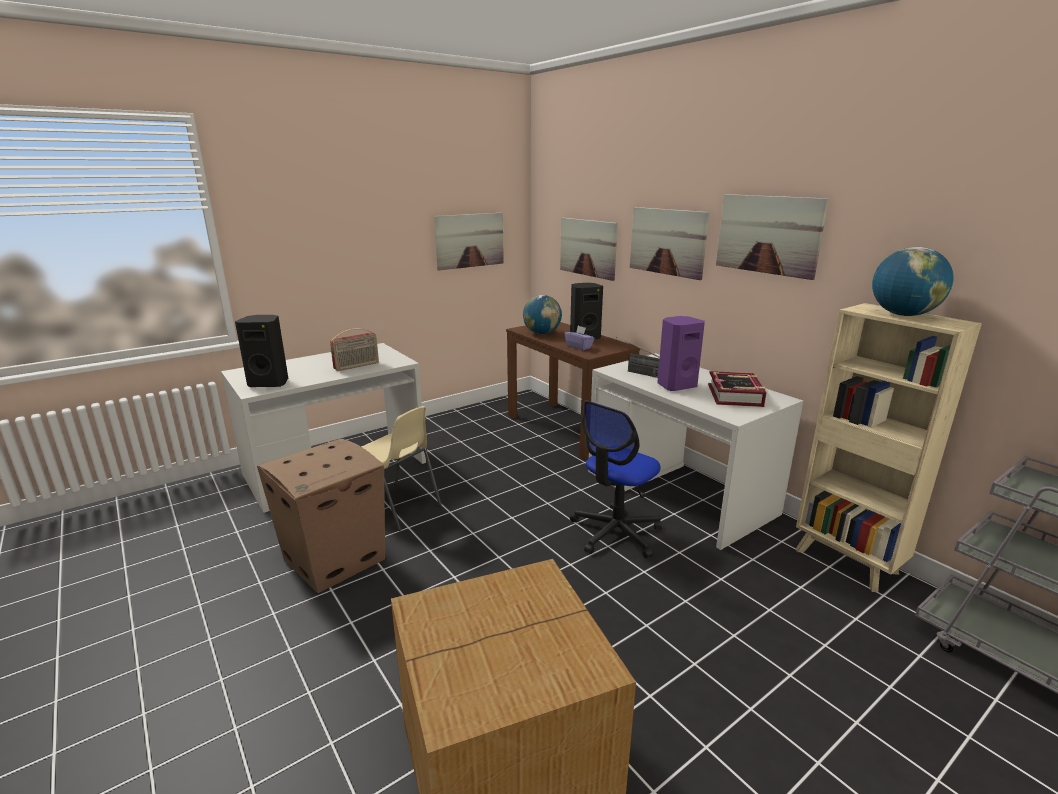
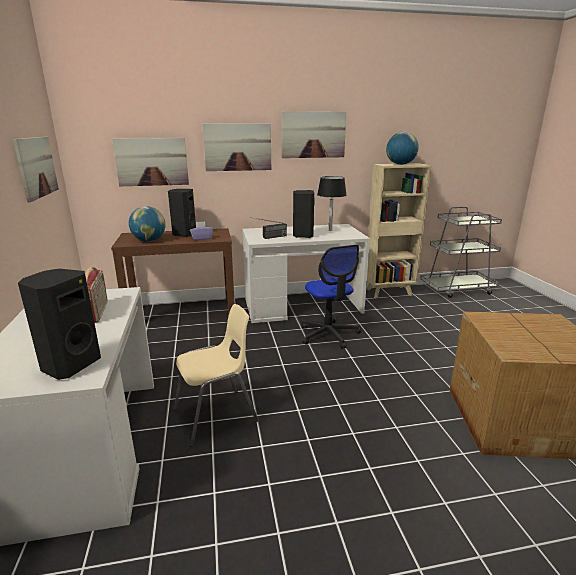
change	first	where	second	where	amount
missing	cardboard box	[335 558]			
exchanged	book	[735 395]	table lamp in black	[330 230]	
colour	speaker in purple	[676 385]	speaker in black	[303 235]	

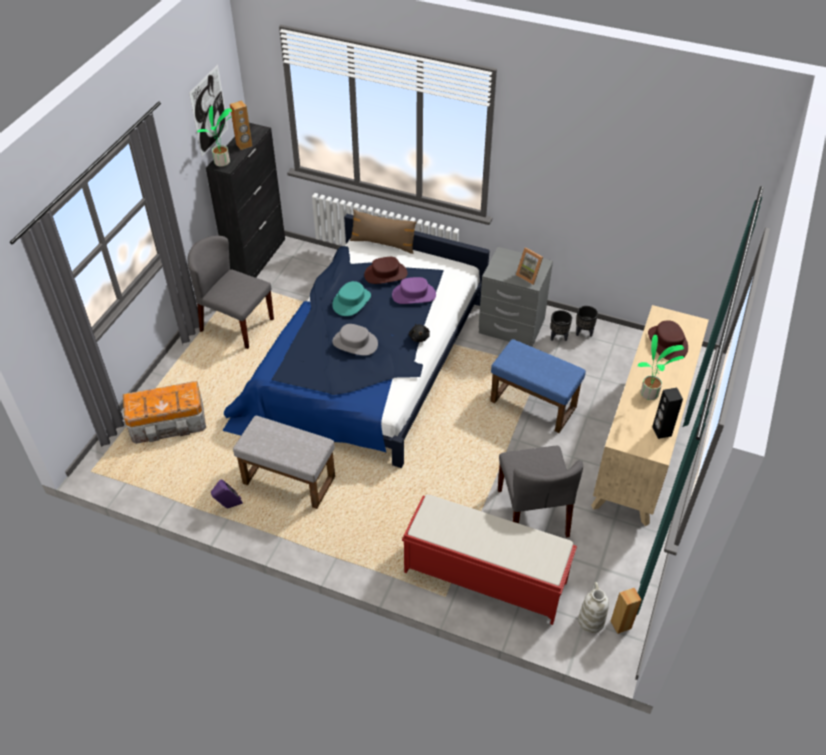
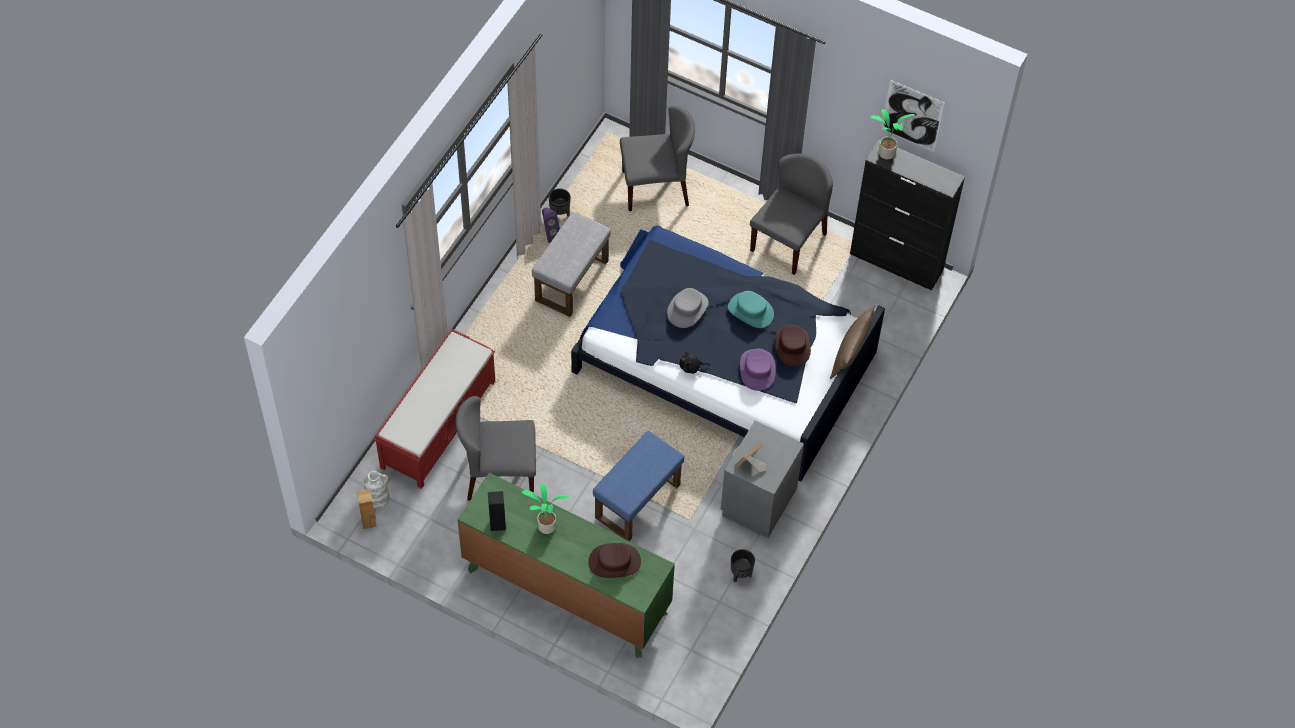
change	first	where	second	where	amount
missing	speaker in brown	[244 145]			
relocated	planter in black	[558 337]		[559 214]	
exchanged	storage box	[169 424]	chair in grey	[656 188]	
colour	dresser in beige	[641 446]	dresser in green	[566 591]	

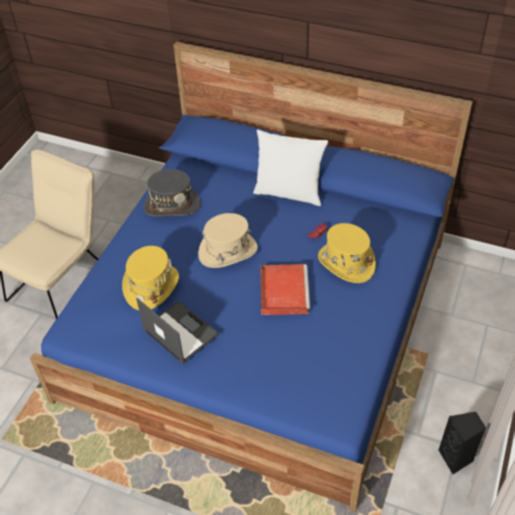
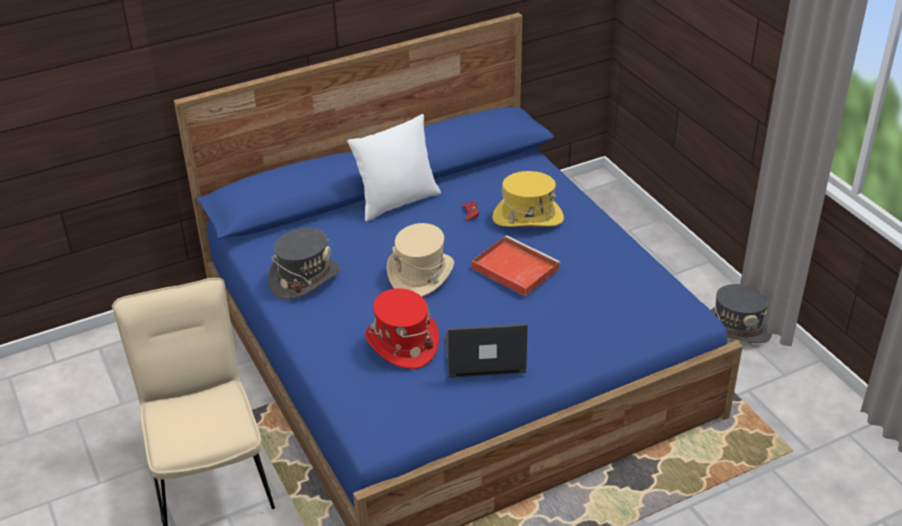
change	first	where	second	where	amount
exchanged	speaker in black	[456 458]	hat in grey	[736 328]	
colour	hat in yellow	[151 286]	hat in red	[402 343]	

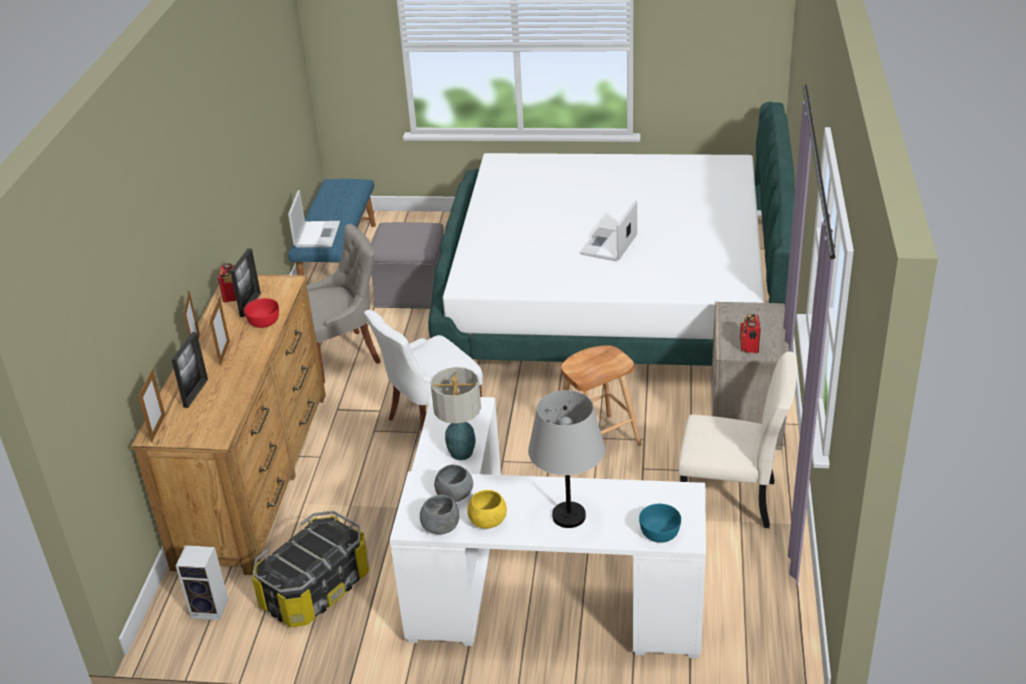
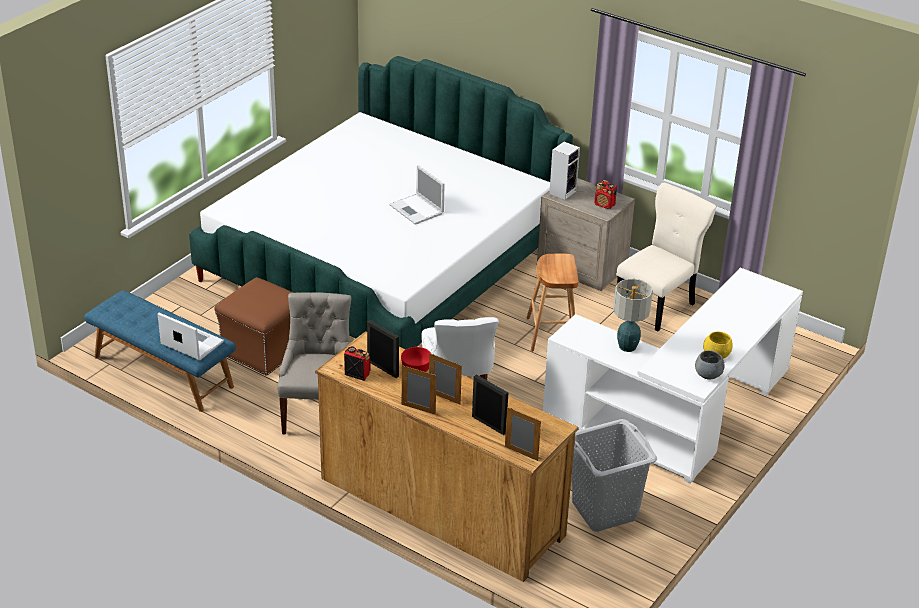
change	first	where	second	where	amount
missing	bowl in grey	[454 495]			
missing	table lamp in grey	[569 516]			
missing	bowl in turquoise	[659 533]			
relocated	speaker	[211 608]		[563 191]	
exchanged	storage box	[316 590]	laundry basket in grey	[605 511]	
colour	ottoman in grey	[411 291]	ottoman in brown	[264 350]	

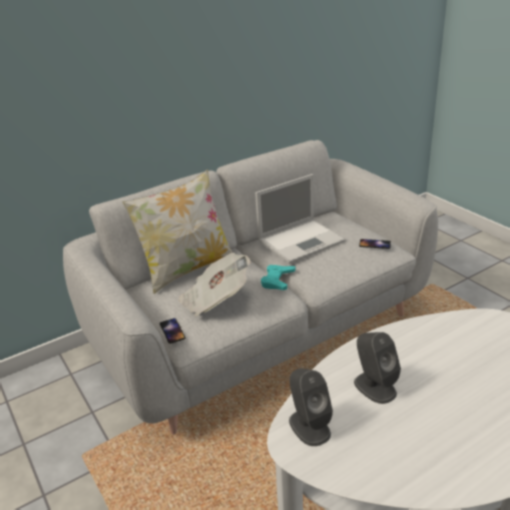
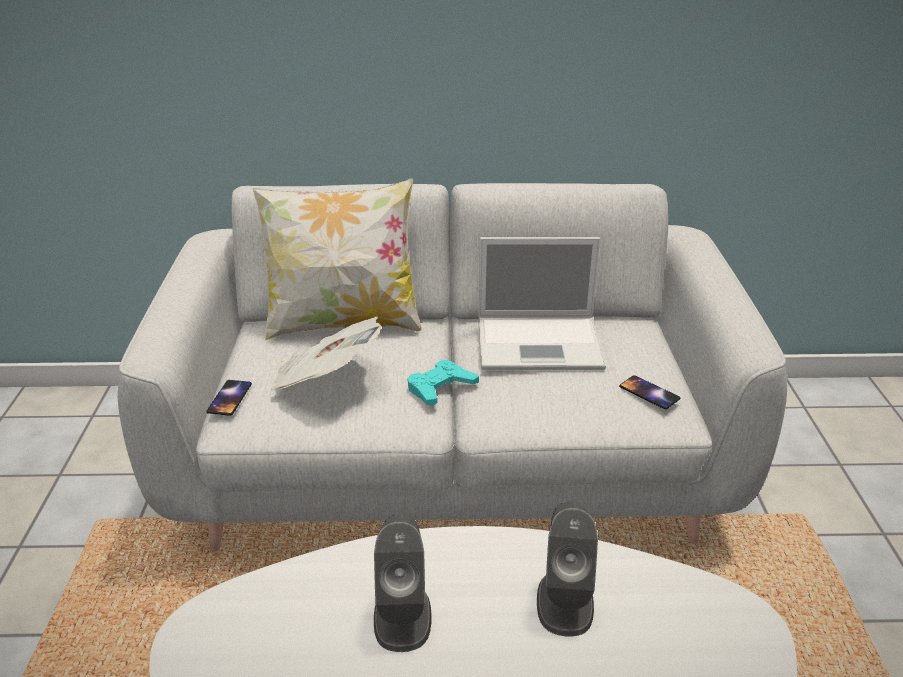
change	first	where	second	where	amount
relocated	speaker in grey	[309 426]		[565 602]	

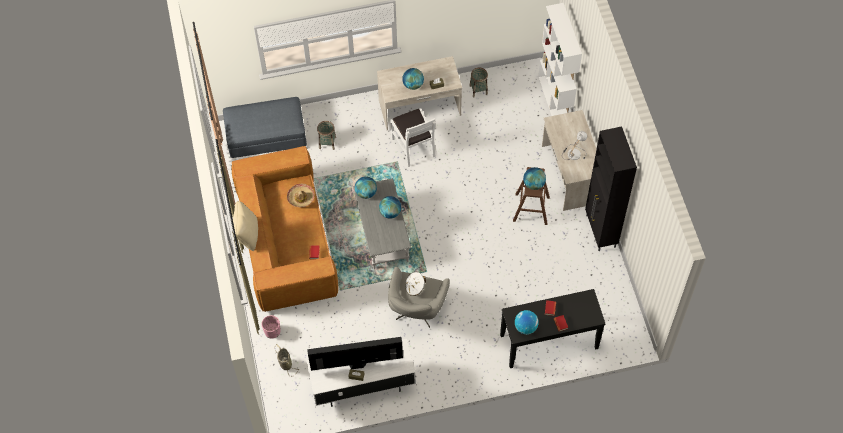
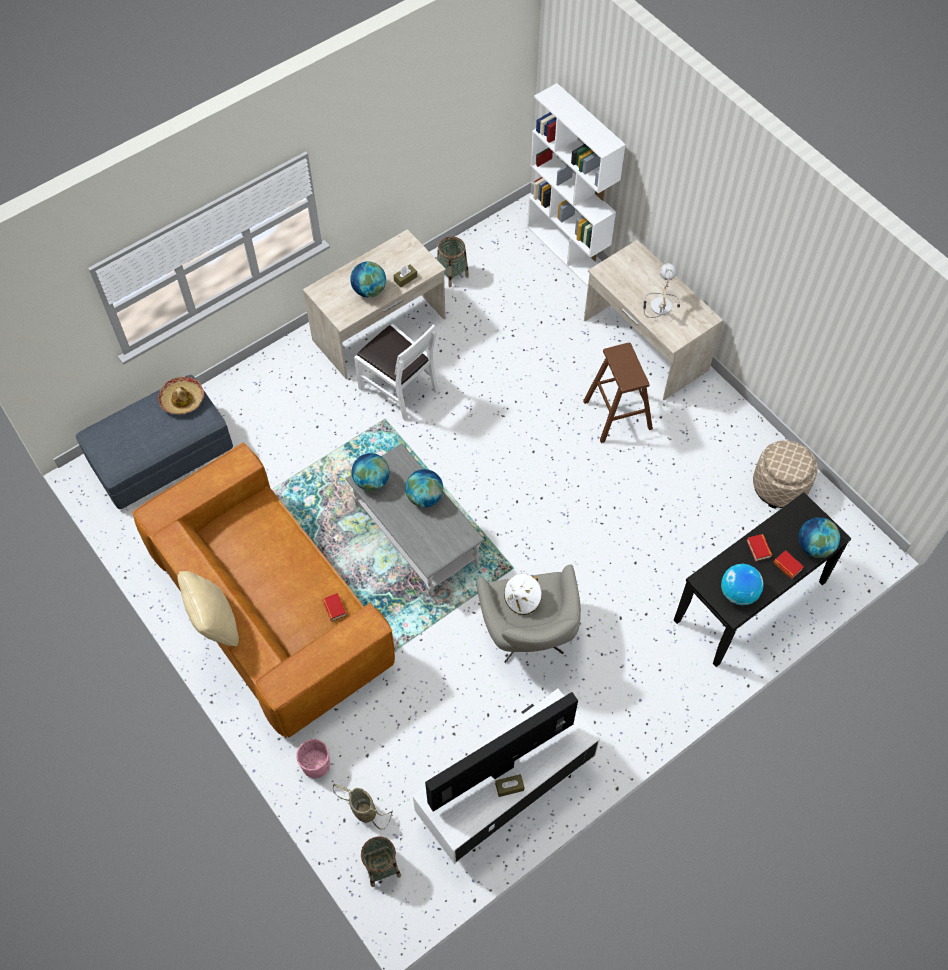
change	first	where	second	where	amount
missing	cabinet in black	[600 232]			
appeared			ottoman in beige	[779 486]	
relocated	hat	[301 197]		[182 399]	
relocated	basket	[327 143]		[381 867]	
relocated	globe	[534 184]		[814 546]	

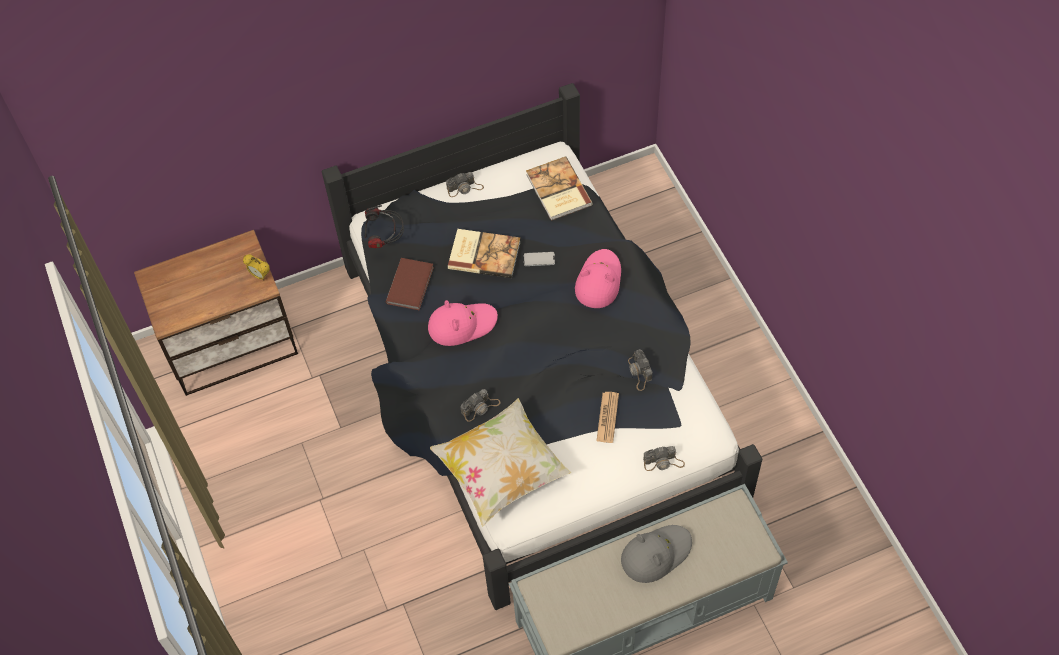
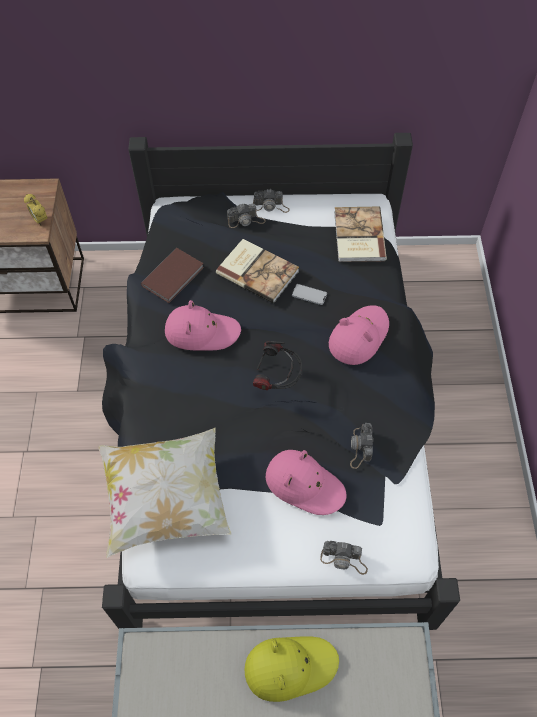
change	first	where	second	where	amount
relocated	headphones	[385 241]		[277 381]	
relocated	photo camera	[480 407]		[246 220]	
exchanged	newspaper	[607 417]	hat in pink	[305 484]	
colour	hat in grey	[655 554]	hat in yellow	[290 667]	

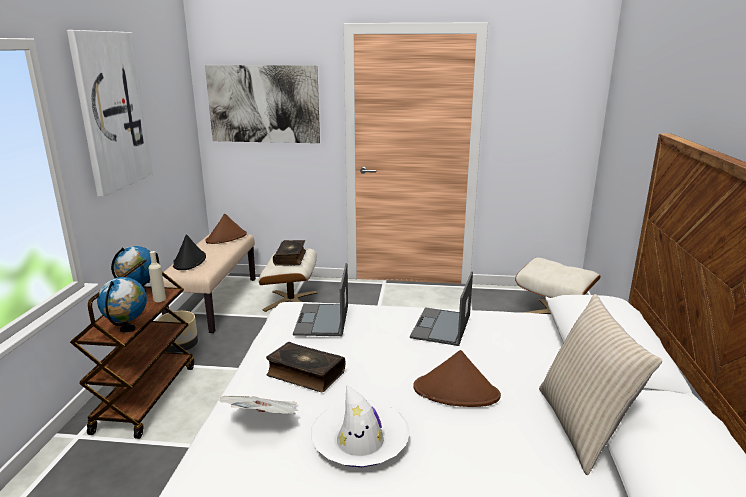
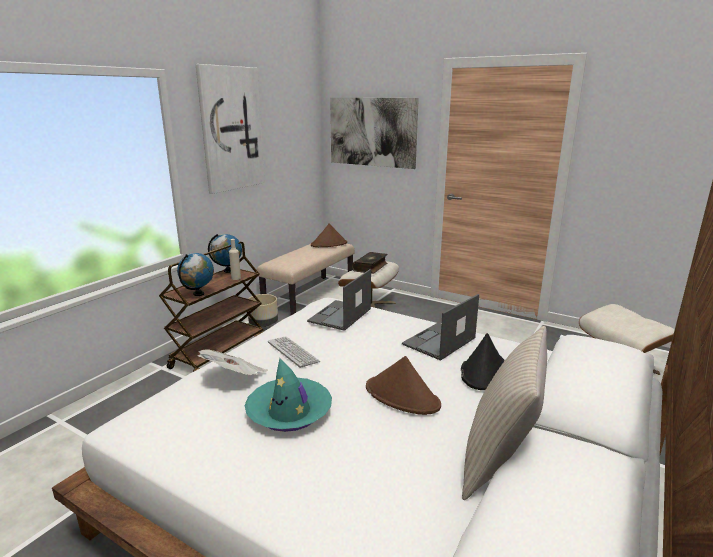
change	first	where	second	where	amount
relocated	hat in black	[189 261]		[483 371]	
exchanged	book	[305 374]	keyboard	[293 352]	
colour	hat in white	[360 442]	hat in turquoise	[289 411]	

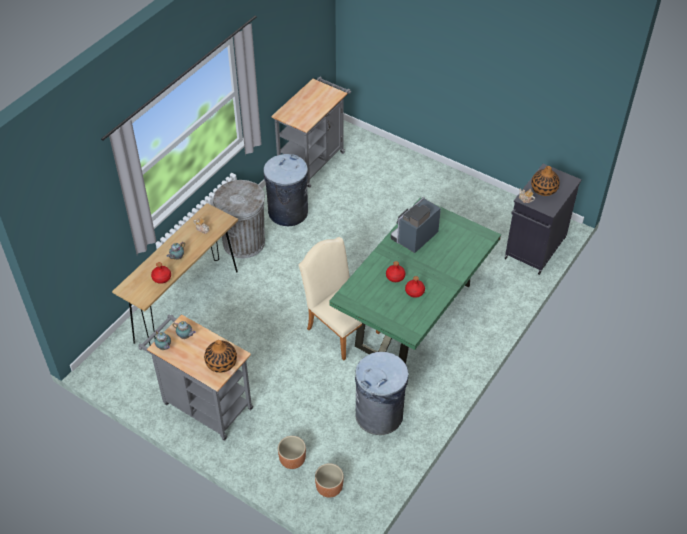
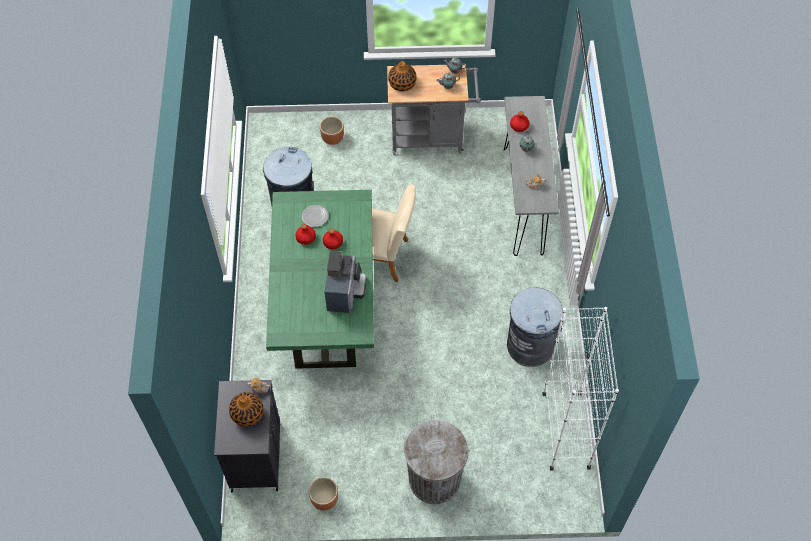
change	first	where	second	where	amount
appeared			plate	[314 216]	
relocated	trash can in grey	[243 243]		[434 479]	
relocated	planter in brown	[329 488]		[324 499]	
exchanged	cart in grey	[314 160]	bookcase in white	[566 430]	
colour	console table in brown	[186 306]	console table in grey	[523 200]	

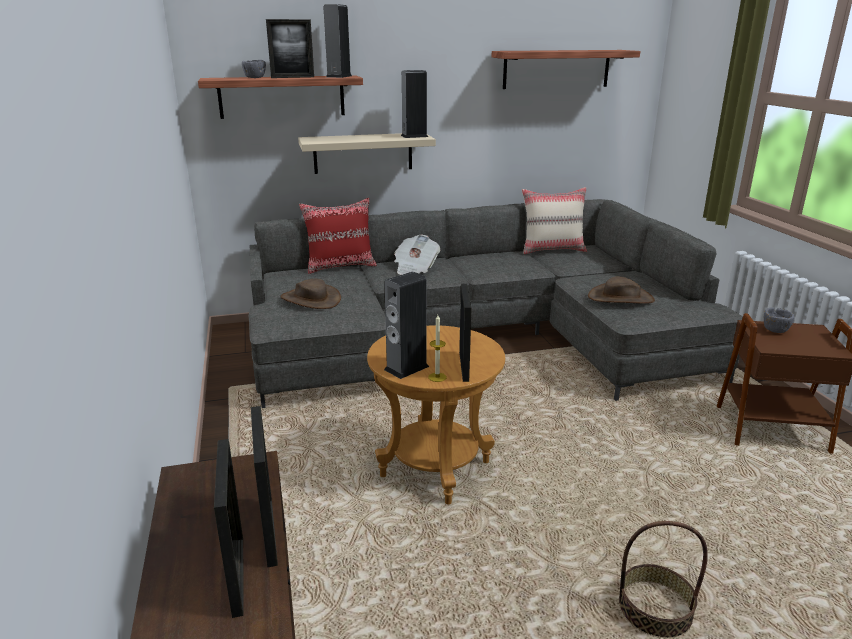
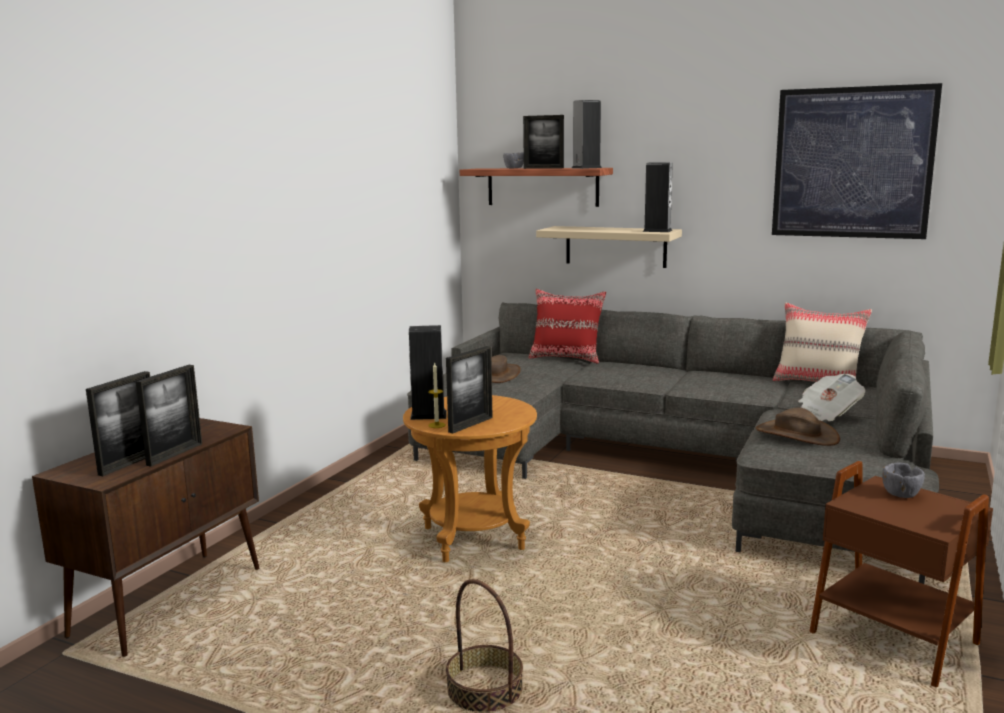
change	first	where	second	where	amount
relocated	newspaper	[415 268]		[825 415]	
exchanged	shelf	[556 69]	picture	[852 163]	

